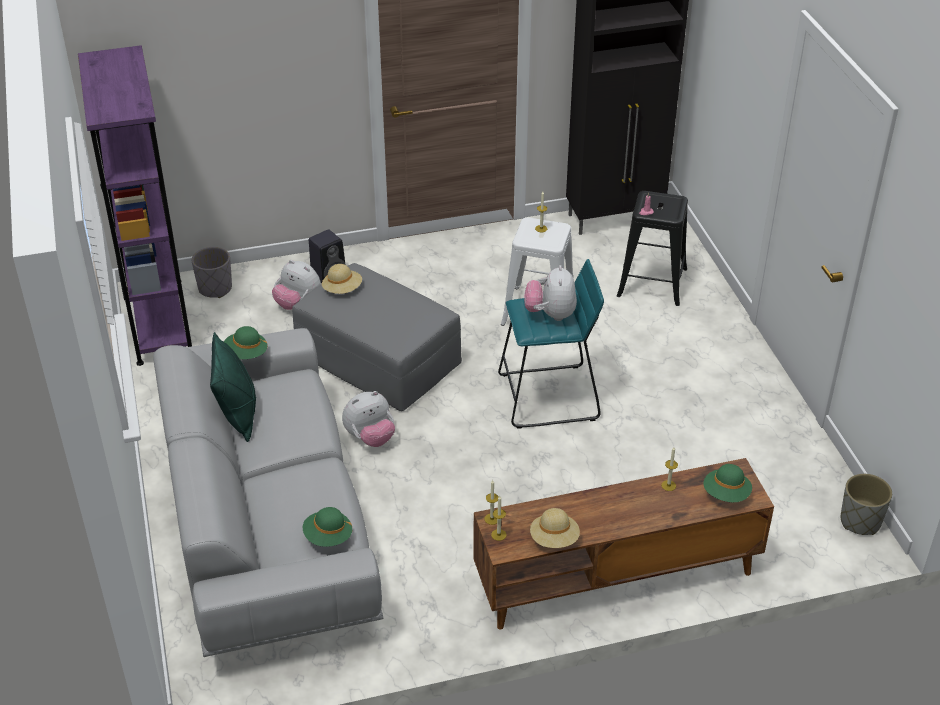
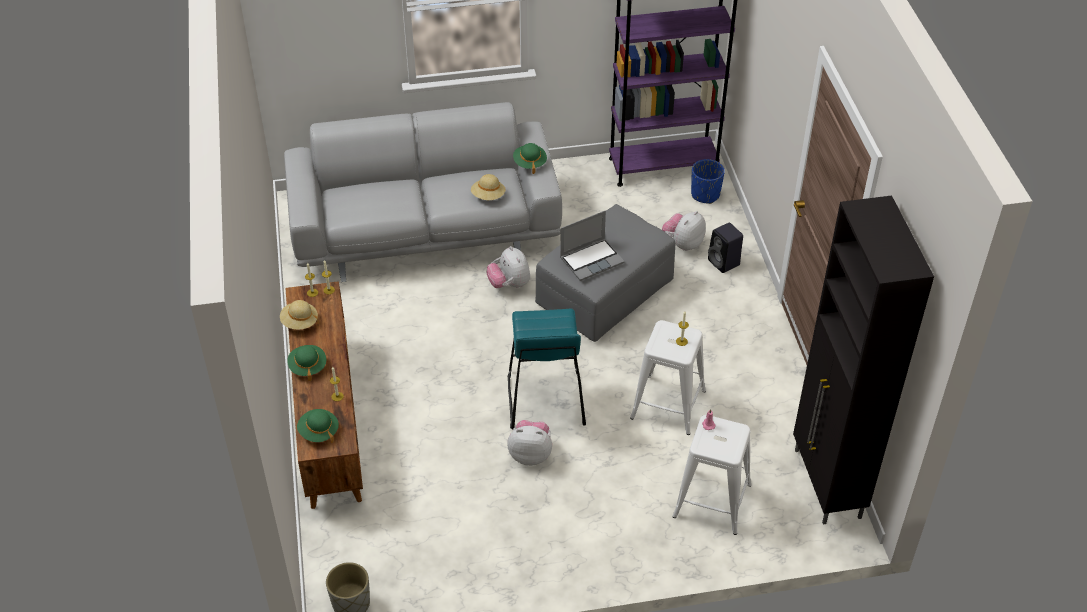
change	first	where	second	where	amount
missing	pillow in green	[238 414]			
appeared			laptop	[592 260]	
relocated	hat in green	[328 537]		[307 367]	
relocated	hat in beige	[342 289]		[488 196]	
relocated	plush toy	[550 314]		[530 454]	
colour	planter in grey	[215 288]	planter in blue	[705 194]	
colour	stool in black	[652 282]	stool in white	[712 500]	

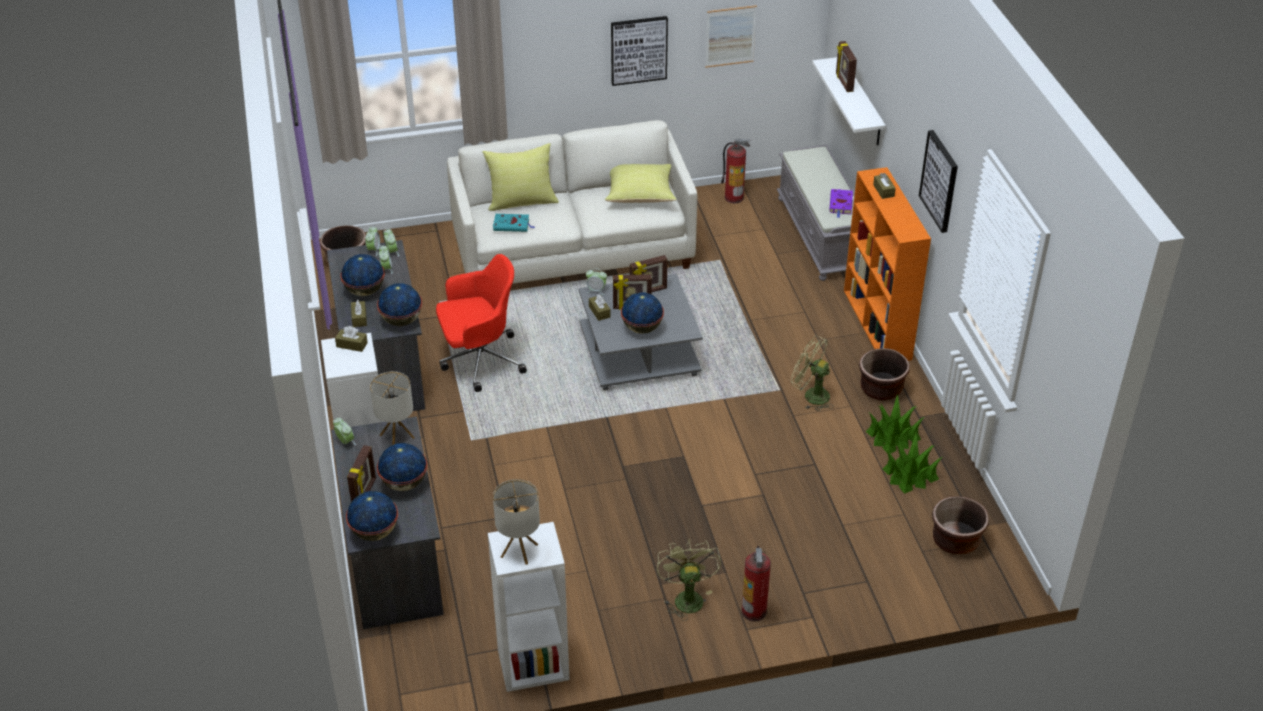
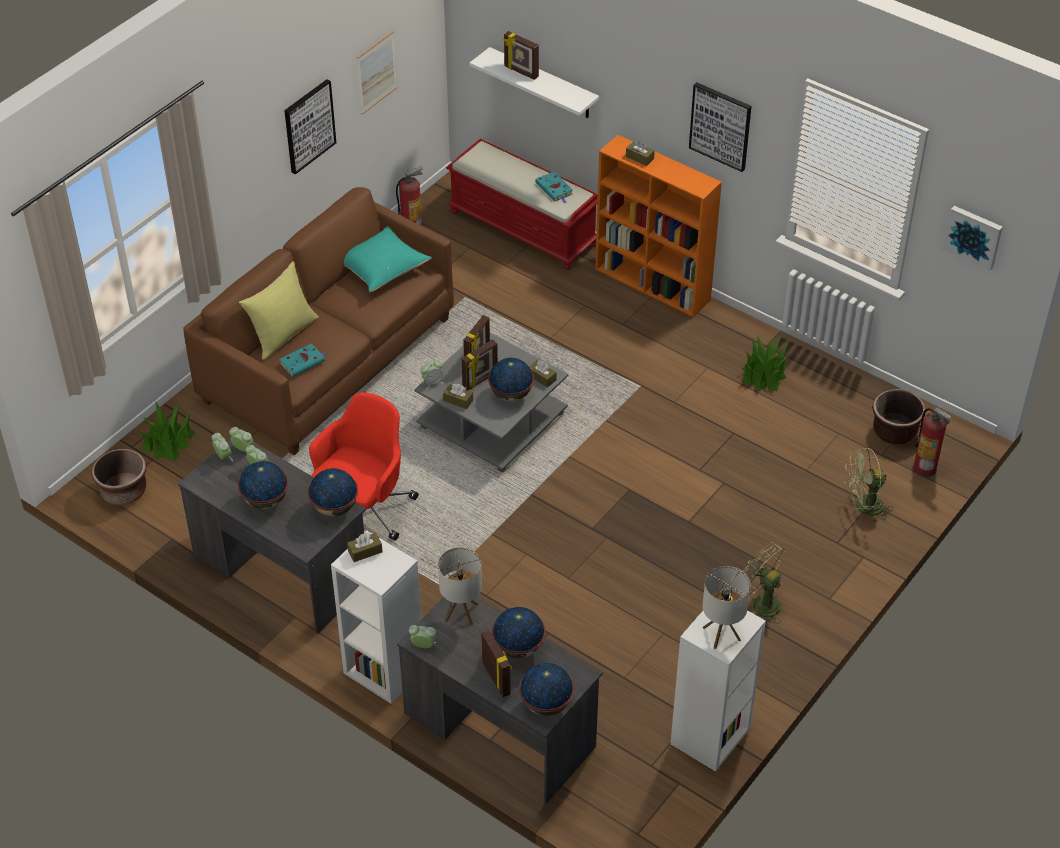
change	first	where	second	where	amount
missing	planter in brown	[881 389]			
appeared			picture	[973 236]	
relocated	tissue box in brown	[359 318]		[542 378]	
relocated	fire extinguisher	[754 611]		[925 468]	
relocated	fan in green	[811 395]		[864 507]	
relocated	potted plant	[910 474]		[168 441]	
colour	sofa in white	[572 251]	sofa in brown	[328 360]	
colour	pillow in yellow	[640 194]	pillow in turquoise	[381 269]	
colour	bench in grey	[821 236]	bench in red	[524 228]	
colour	book in purple	[841 204]	book in turquoise	[555 189]	

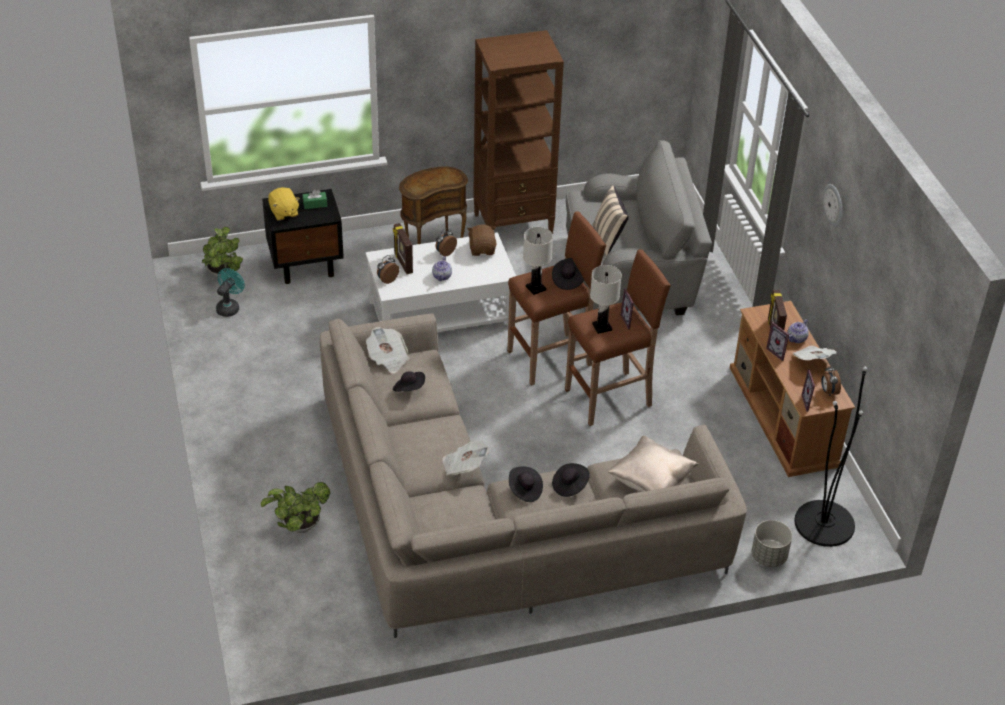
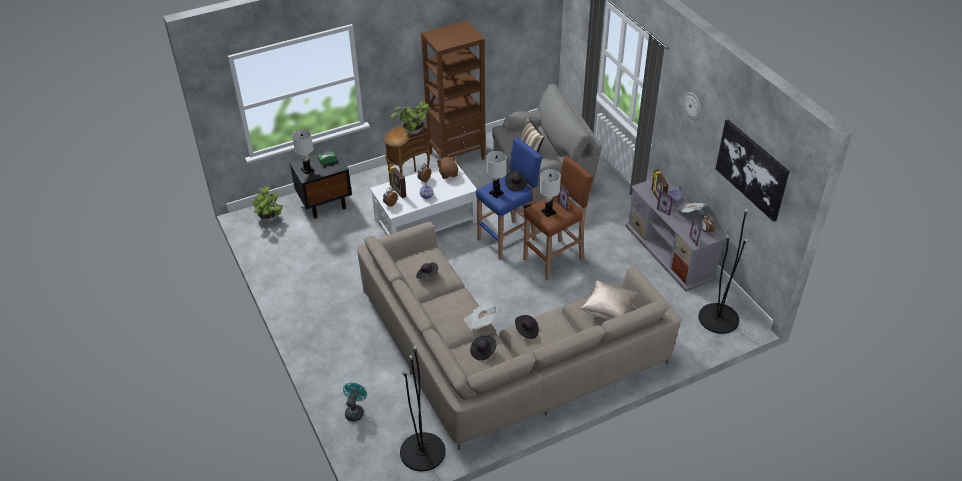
change	first	where	second	where	amount
missing	newspaper	[388 358]			
missing	planter in grey	[768 556]			
appeared			floor lamp in black	[422 452]	
appeared			picture	[752 169]	
relocated	fan in turquoise	[229 307]		[355 411]	
relocated	potted plant	[299 526]		[412 131]	
relocated	hat in black	[570 486]		[483 352]	
exchanged	plush toy in yellow	[284 212]	table lamp in white	[307 169]	
colour	stool in brown	[551 358]	stool in blue	[508 239]	
colour	tv stand in brown	[784 416]	tv stand in grey	[670 252]	

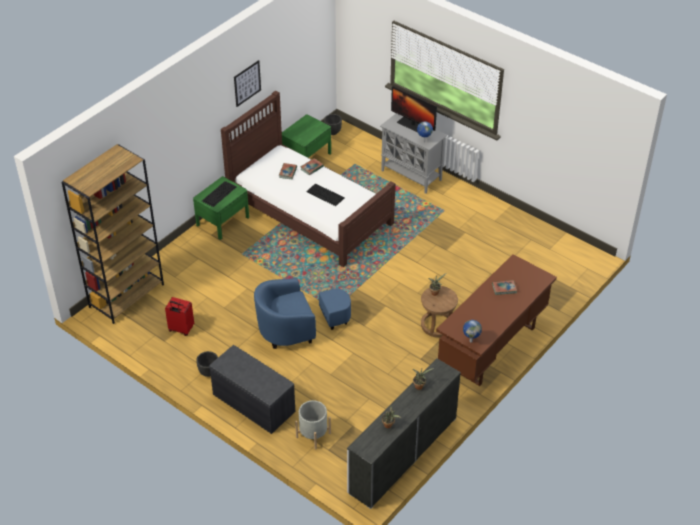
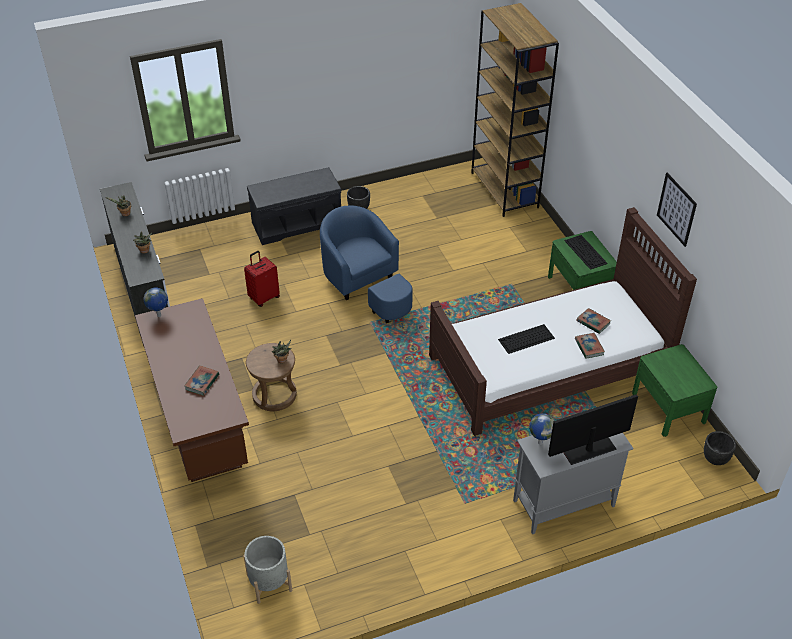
change	first	where	second	where	amount
relocated	suitcase in red	[181 329]		[264 297]	
relocated	planter in grey	[313 435]		[269 582]	
spun	armchair in blue	[297 328]		[365 285]	45 degrees counterclockwise

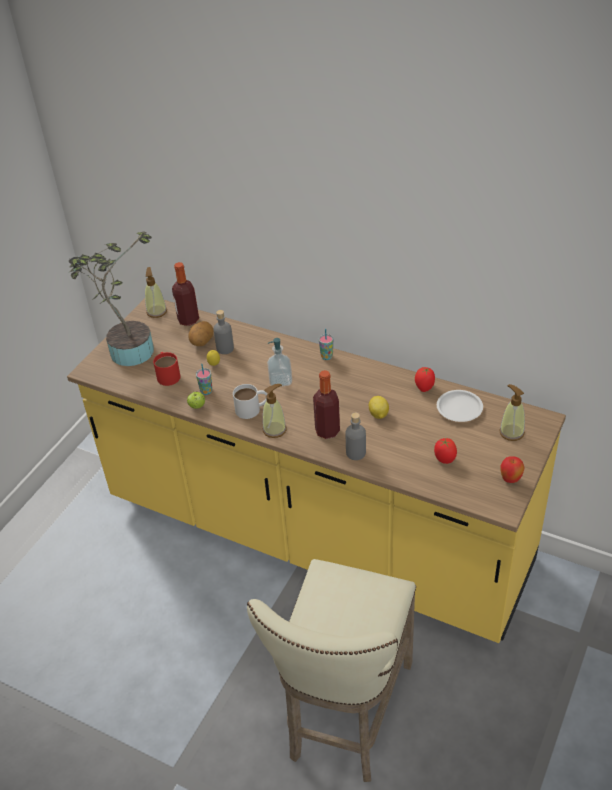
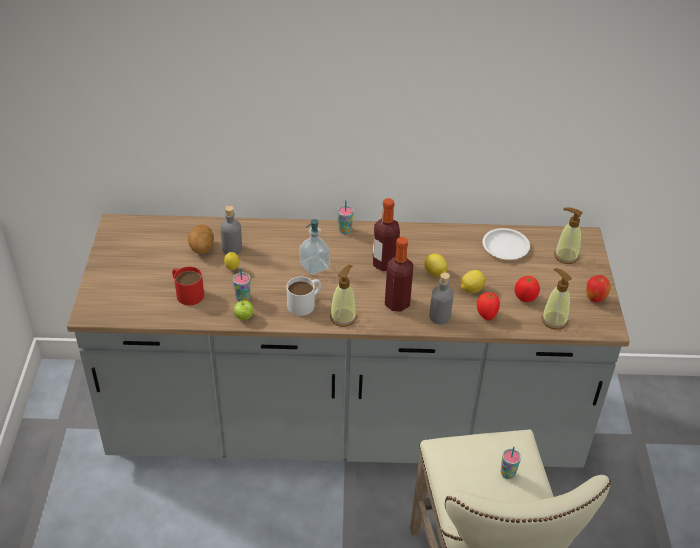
change	first	where	second	where	amount
missing	potted plant	[127 350]			
appeared			lemon	[471 289]	
appeared			cup	[507 474]	
relocated	soap dispenser	[156 311]		[554 320]	
relocated	bottle	[188 320]		[384 264]	
relocated	tomato	[424 387]		[486 315]	
colour	counter in yellow	[316 535]	counter in grey	[345 426]	

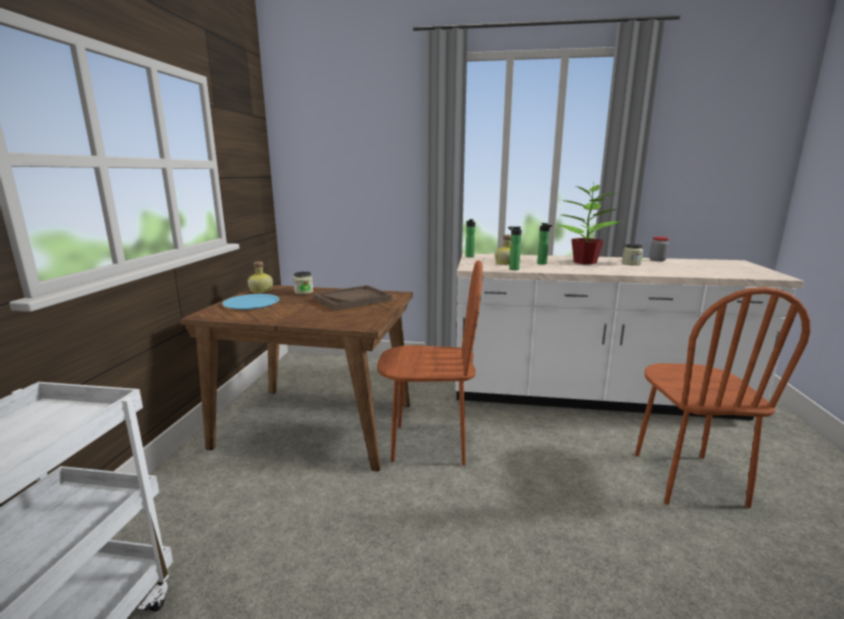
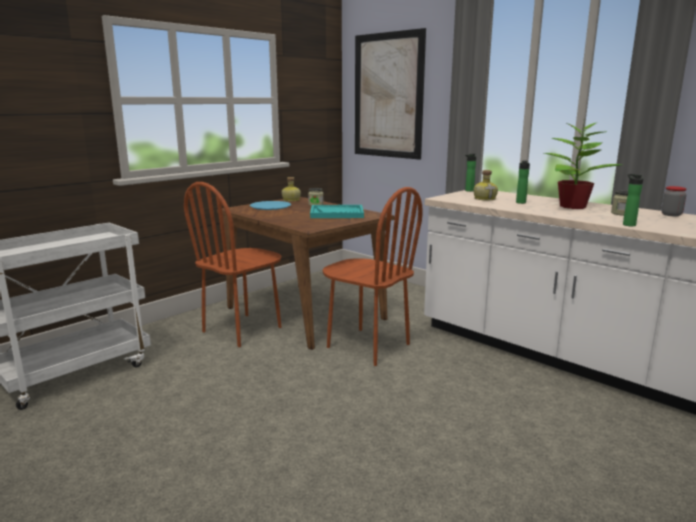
change	first	where	second	where	amount
appeared			picture	[388 96]	
relocated	bottle	[512 269]		[628 224]	
relocated	chair in brown	[686 479]		[242 329]	
colour	tray in brown	[352 300]	tray in turquoise	[337 213]	

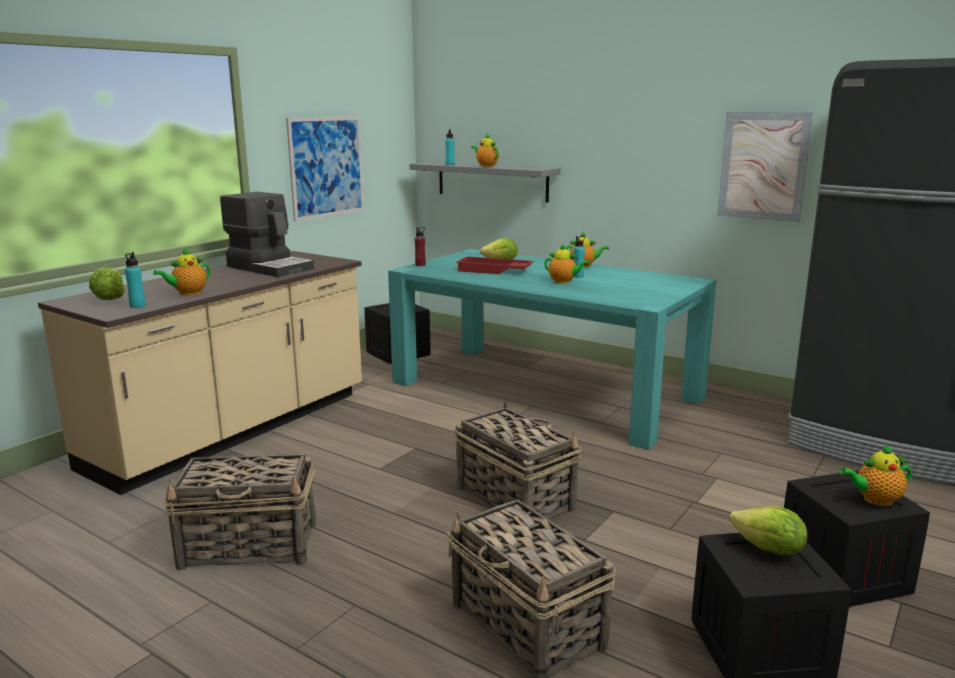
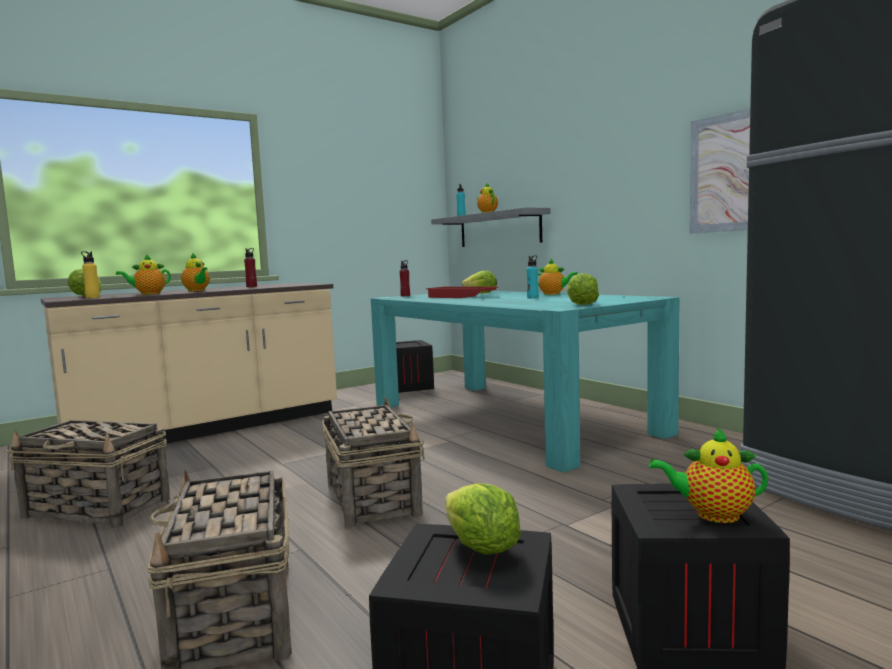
change	first	where	second	where	amount
missing	picture	[327 167]			
appeared			lettuce	[581 305]	
relocated	teapot	[564 281]		[197 290]	
exchanged	coffee machine	[270 267]	bottle in red	[251 286]	
colour	bottle in turquoise	[137 306]	bottle in yellow	[92 297]	

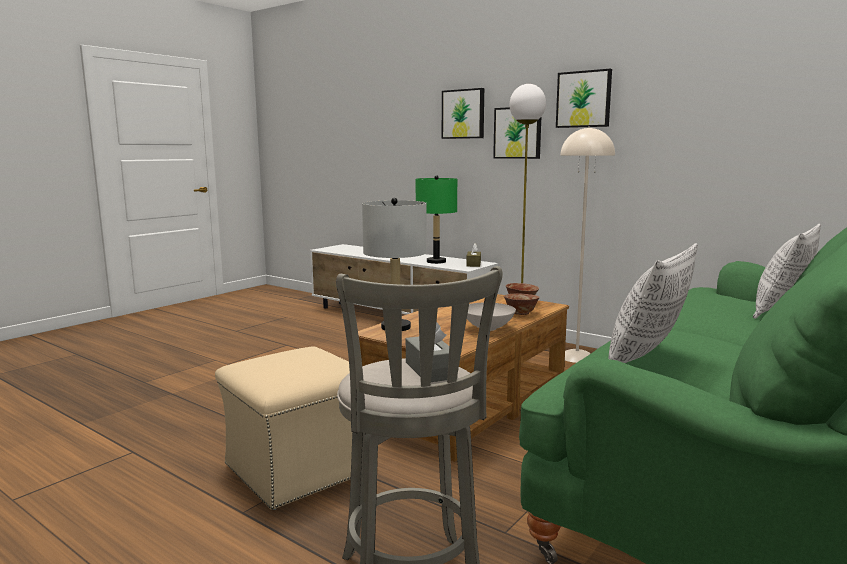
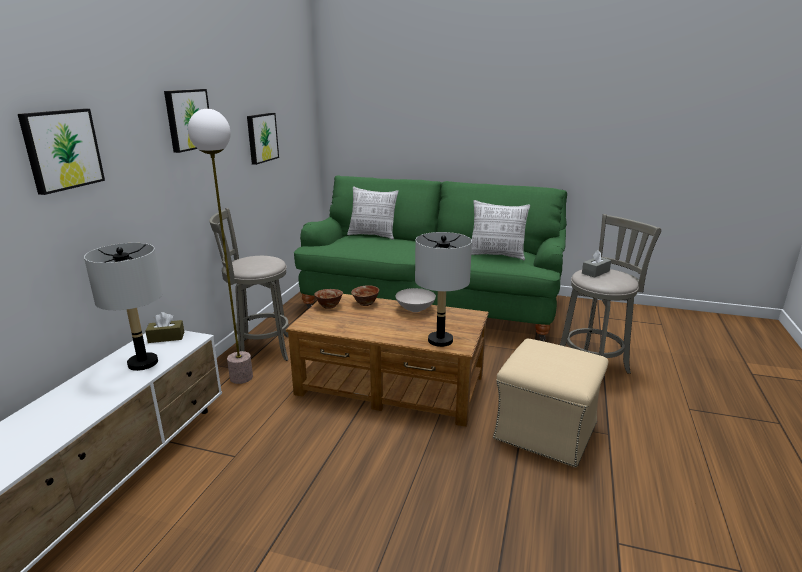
change	first	where	second	where	amount
relocated	picture	[518 133]		[261 137]	
exchanged	floor lamp in beige	[577 356]	stool in grey	[260 350]	
colour	table lamp in green	[436 262]	table lamp in grey	[142 363]	

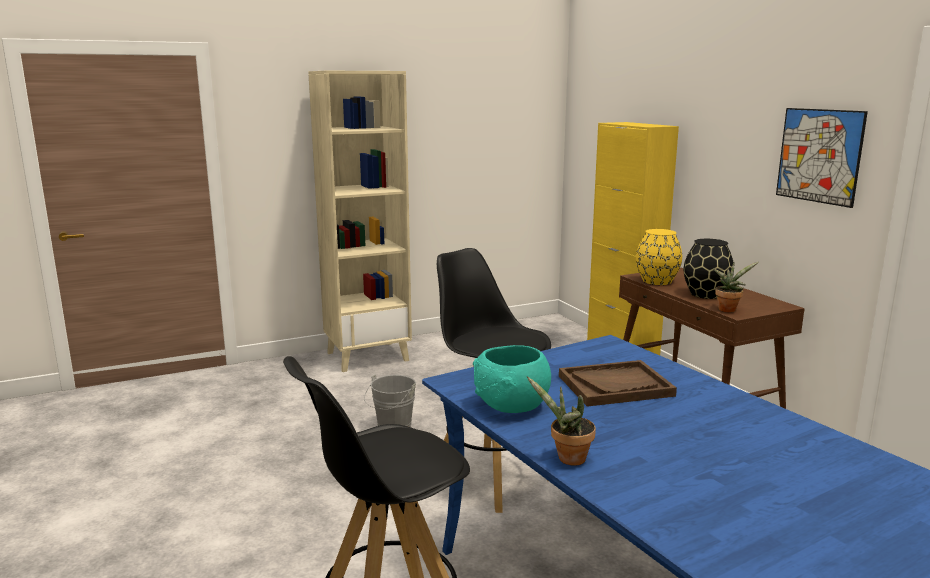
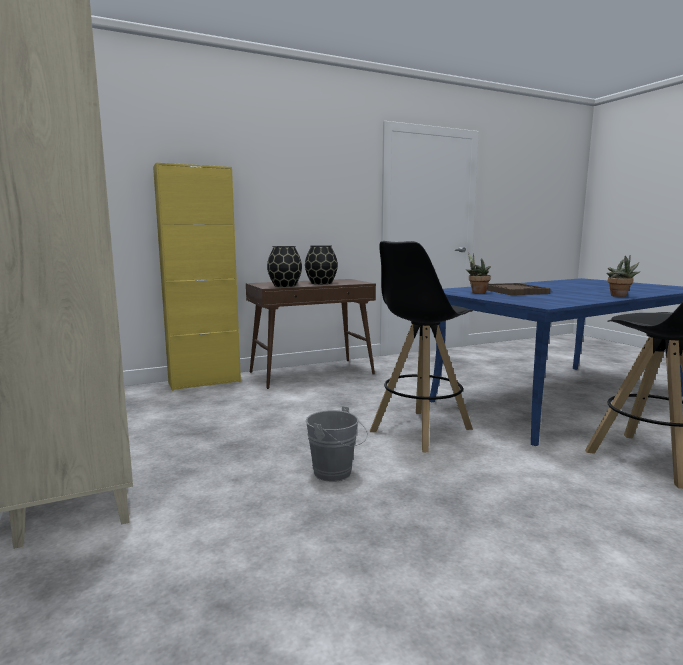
change	first	where	second	where	amount
missing	bowl in turquoise	[511 406]			
missing	picture	[819 156]			
relocated	potted plant	[728 309]		[476 292]	
colour	vase in yellow	[656 281]	vase in black	[284 286]	

